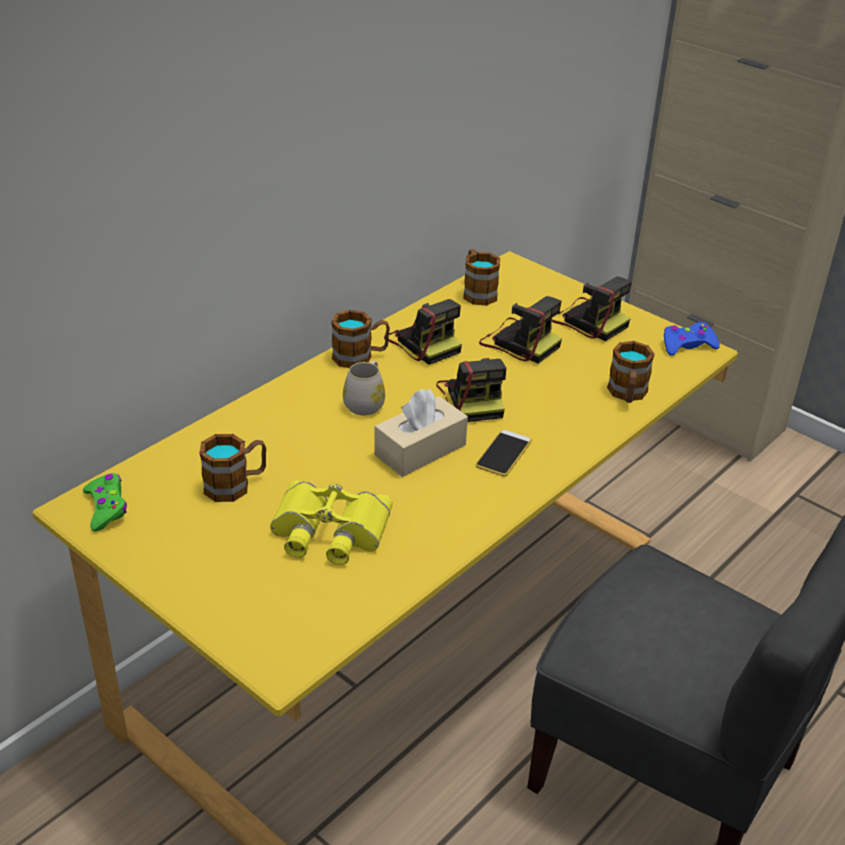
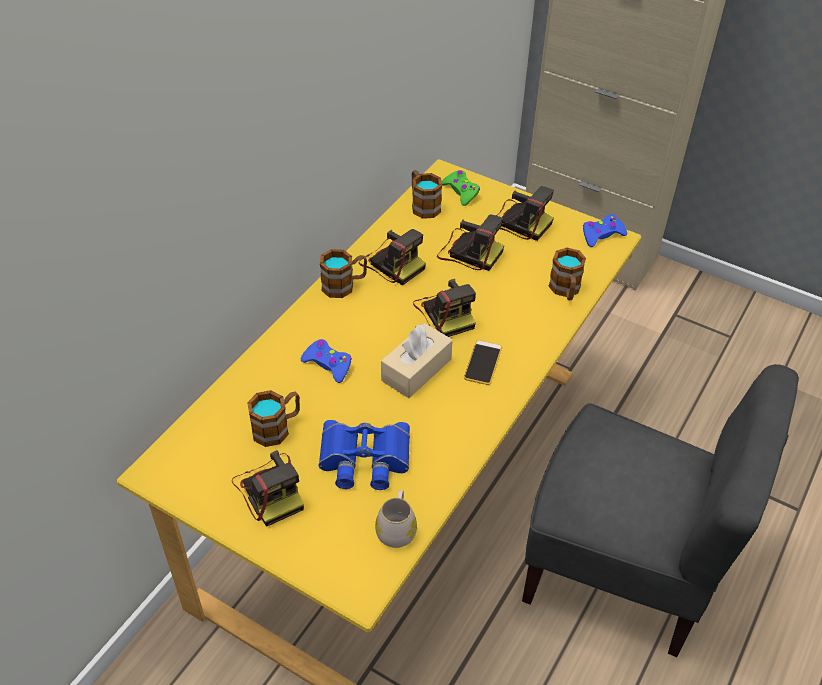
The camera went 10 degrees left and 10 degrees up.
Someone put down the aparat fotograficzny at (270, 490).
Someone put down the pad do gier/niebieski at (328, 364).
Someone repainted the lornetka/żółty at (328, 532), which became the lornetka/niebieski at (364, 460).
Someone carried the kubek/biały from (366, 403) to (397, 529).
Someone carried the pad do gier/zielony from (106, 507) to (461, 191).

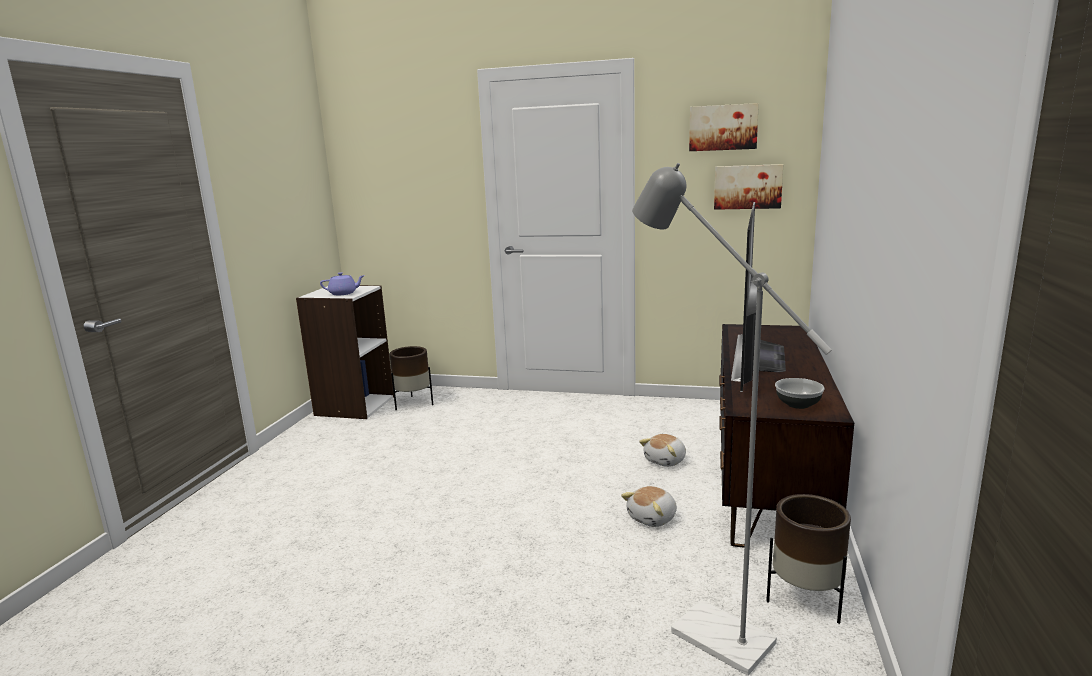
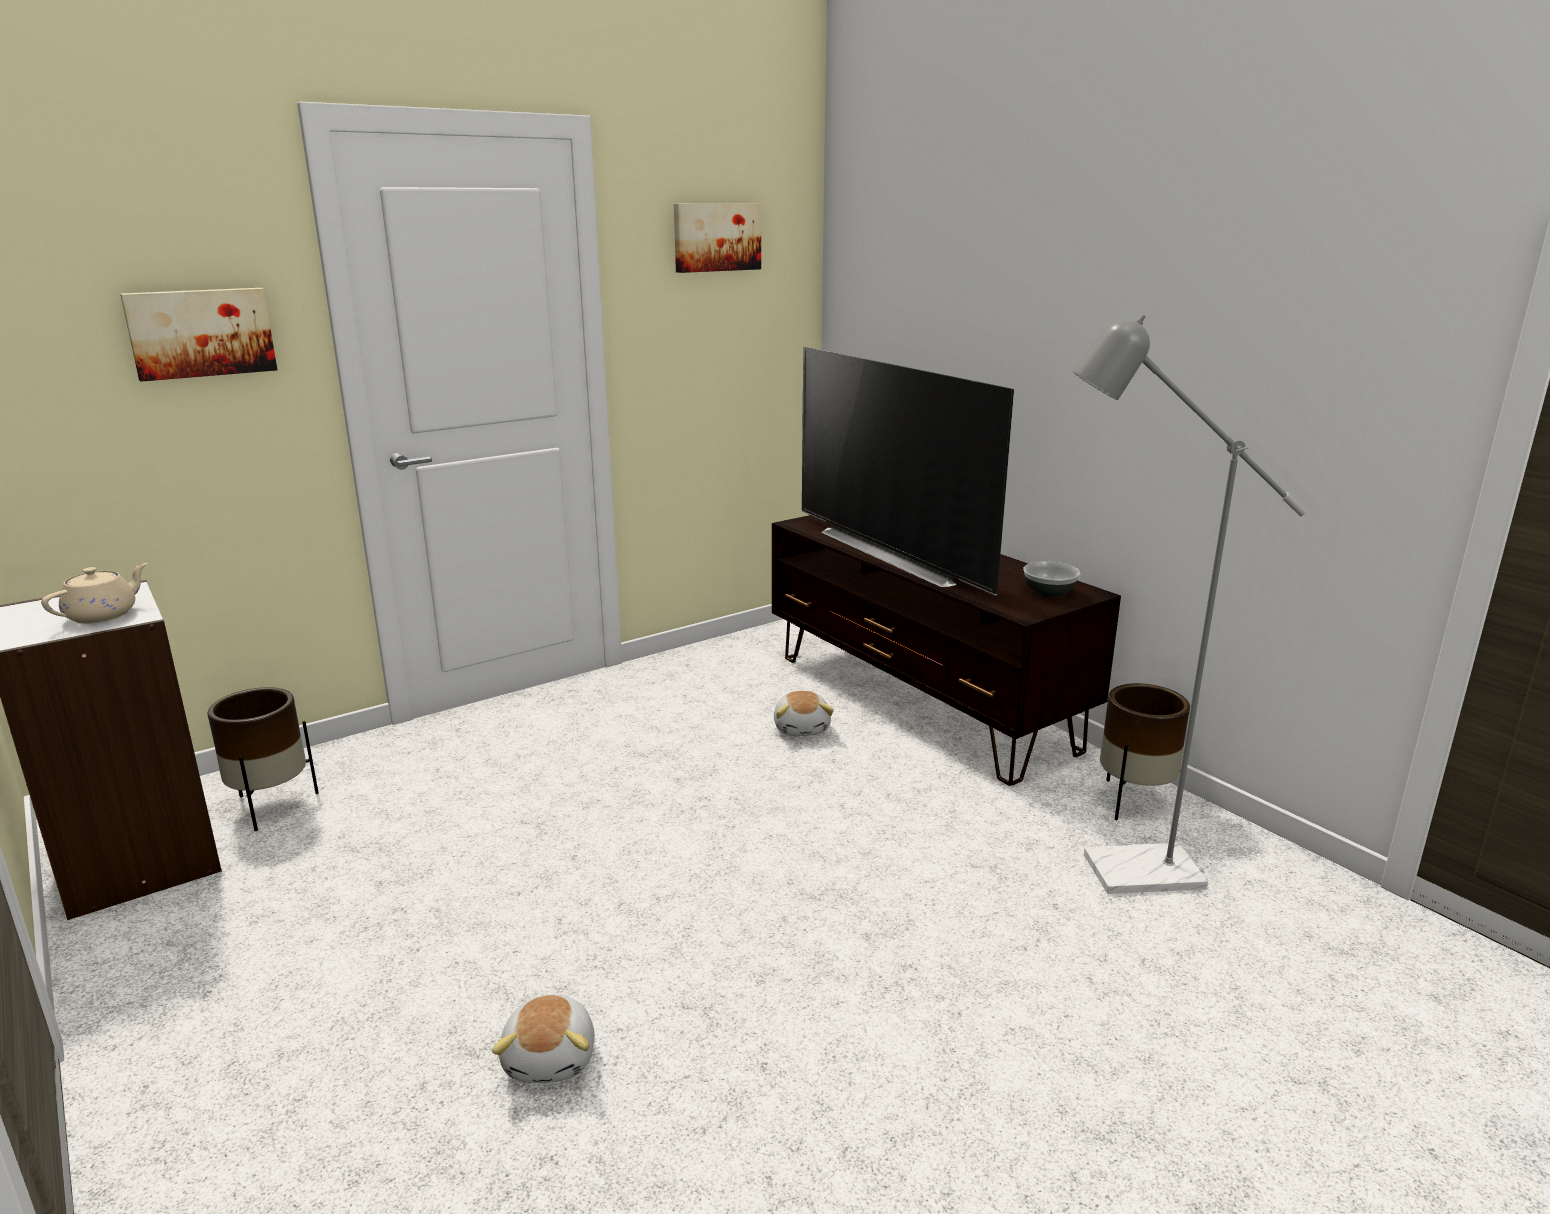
The camera went 50 degrees left and 5 degrees up.
Someone repainted the imbryk/fioletowy at (344, 293), which became the imbryk/beżowy at (103, 615).
Someone carried the obraz from (747, 187) to (201, 332).
Someone carried the pluszak from (653, 518) to (552, 1057).

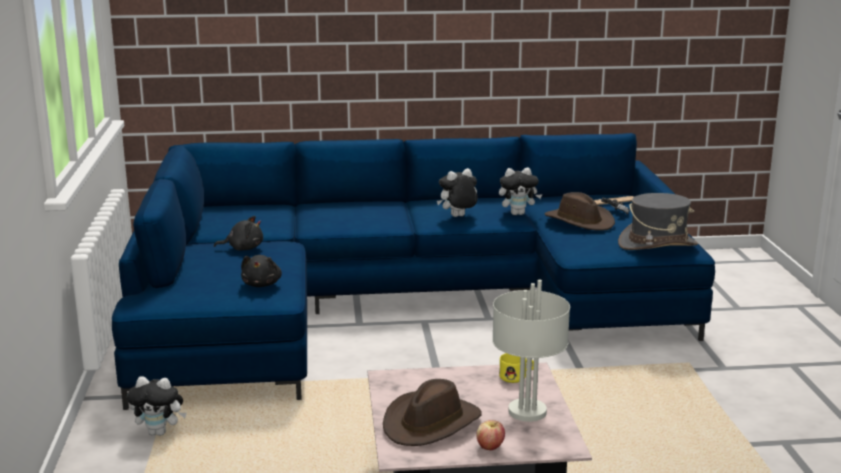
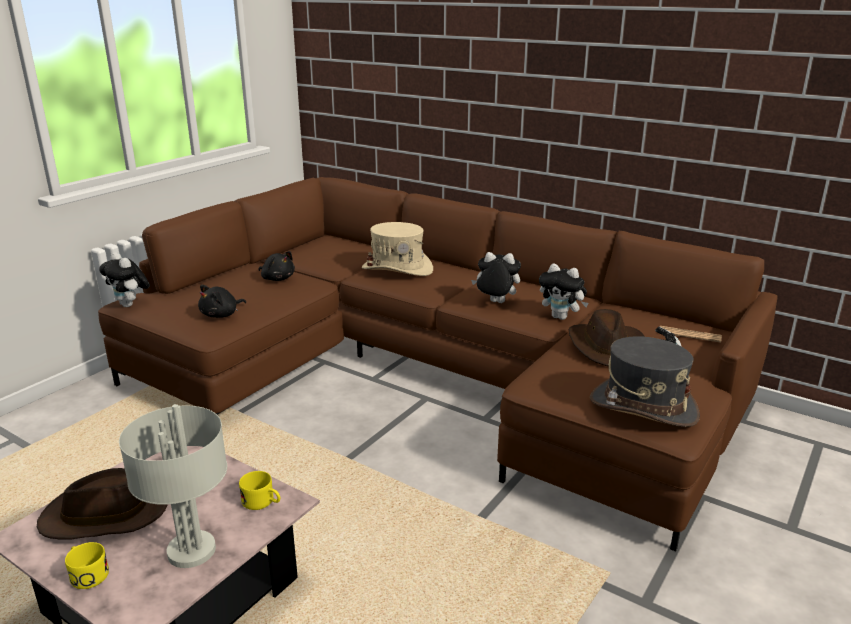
The camera went 40 degrees right and 5 degrees up.
Someone swapped the jabłko at (490, 447) for the kubek/żółty at (87, 574).
Someone repainted the kanapa/niebieski at (398, 306), which became the kanapa/brązowy at (429, 374).
Someone carried the pluszak from (160, 432) to (130, 305).
Someone put down the kapelusz/beżowy at (397, 269).

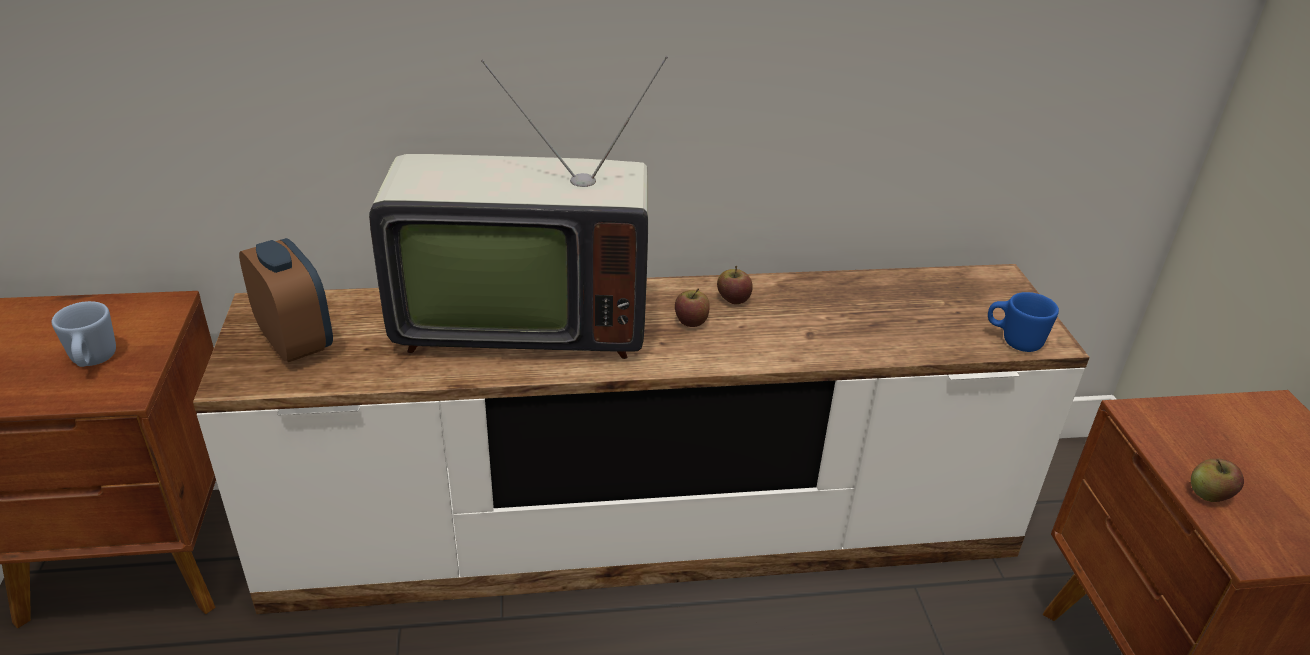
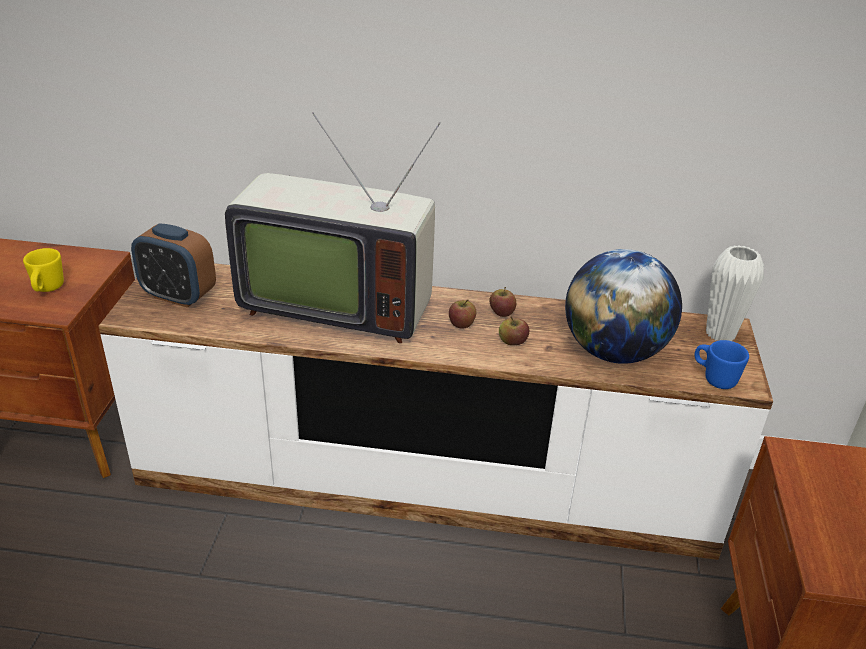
The camera went 15 degrees right and 0 degrees up.
Someone repainted the kubek/niebieski at (93, 361), which became the kubek/żółty at (47, 289).
Someone rotated the budzik at (295, 342) by 135 degrees clockwise.
Someone carried the jabłko from (1209, 494) to (512, 342).
Someone put down the globus at (613, 352).
Someone put down the wazon/biały at (720, 334).

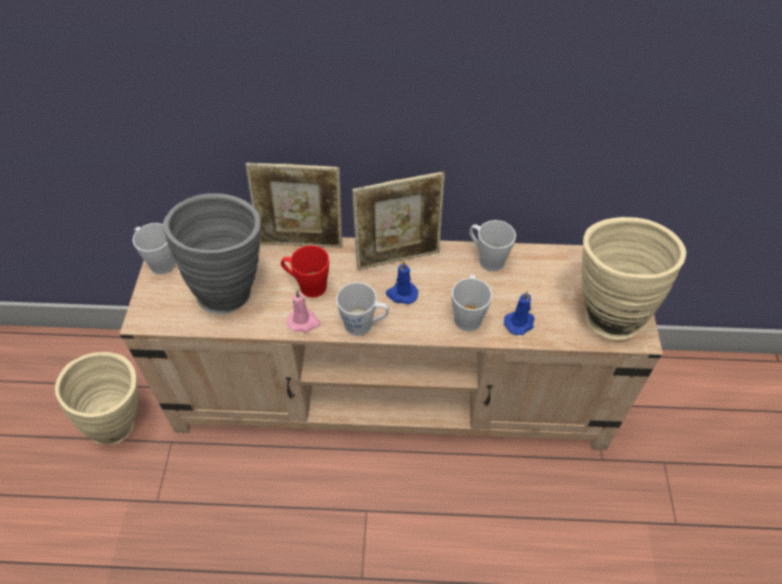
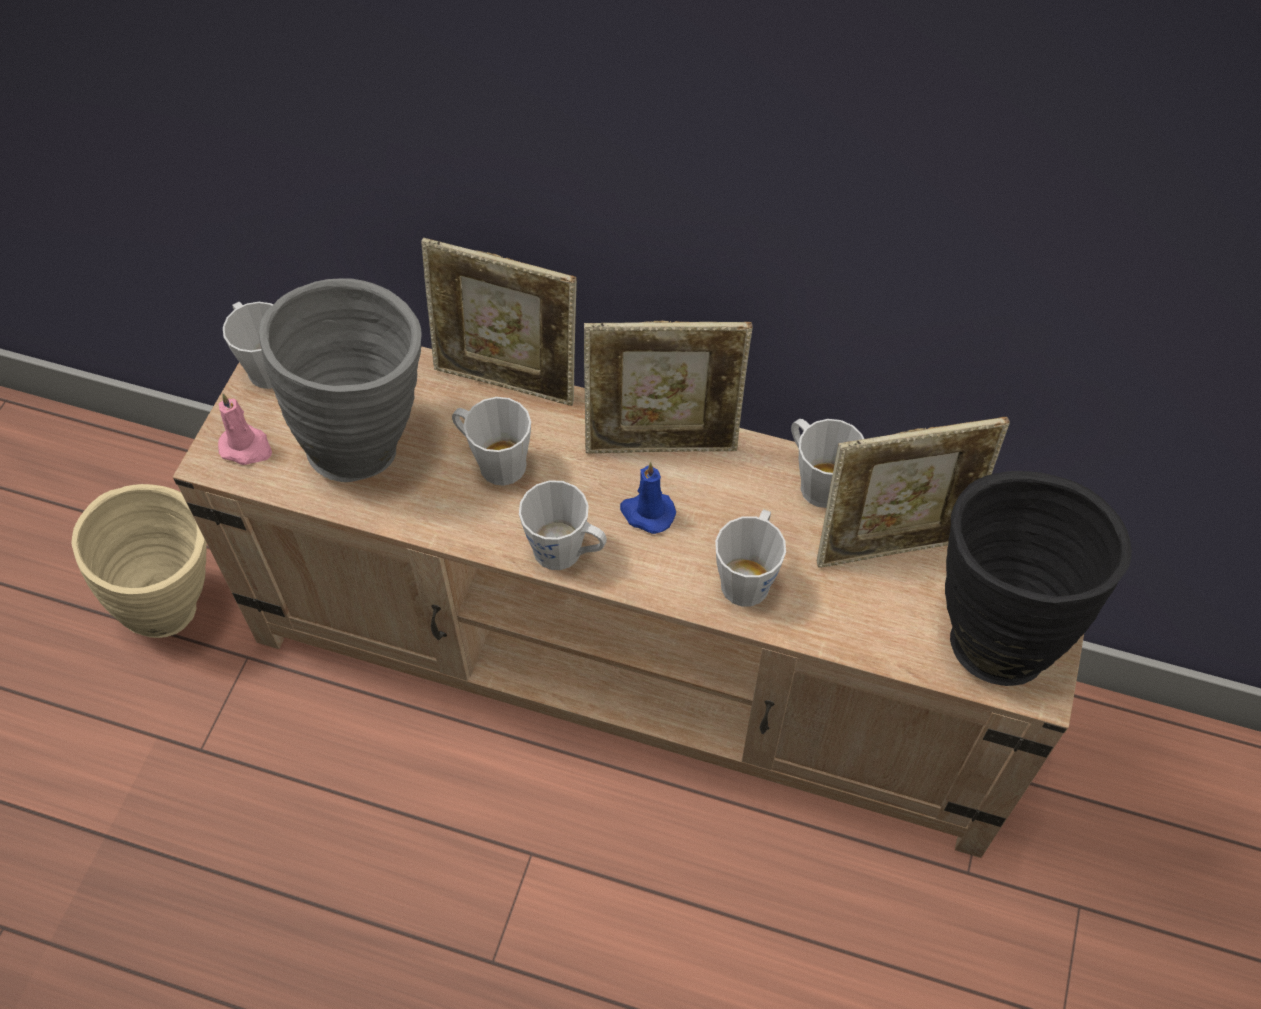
The camera went 15 degrees right and 5 degrees up.
Someone carried the świeca/różowy from (304, 322) to (247, 447).
Someone repainted the kubek/czerwony at (307, 285), which became the kubek/szary at (494, 461).
Someone put down the ramka na zdjęcie at (893, 546).
Someone repainted the wazon/beżowy at (605, 311), which became the wazon/czarny at (994, 626).
Someone took away the świeca/niebieski at (520, 323).

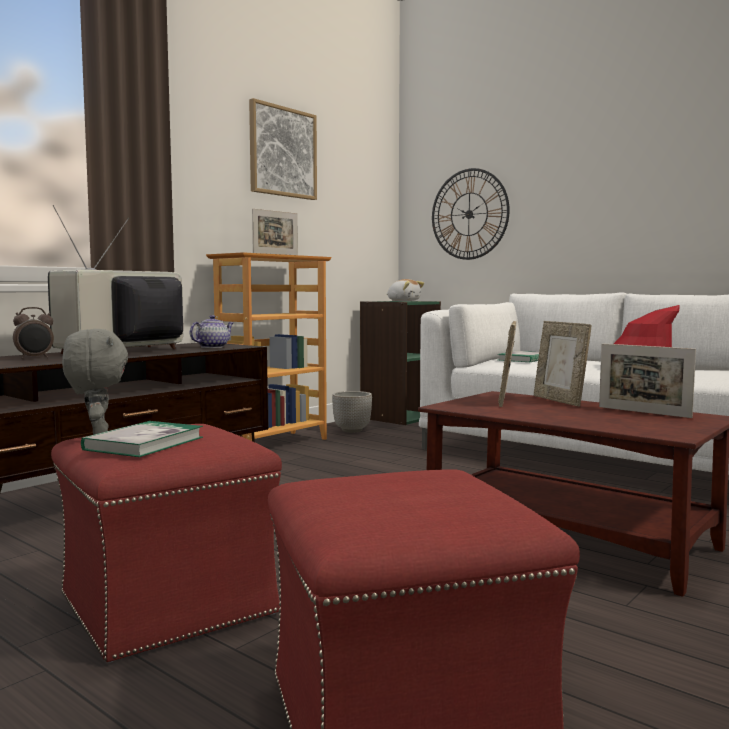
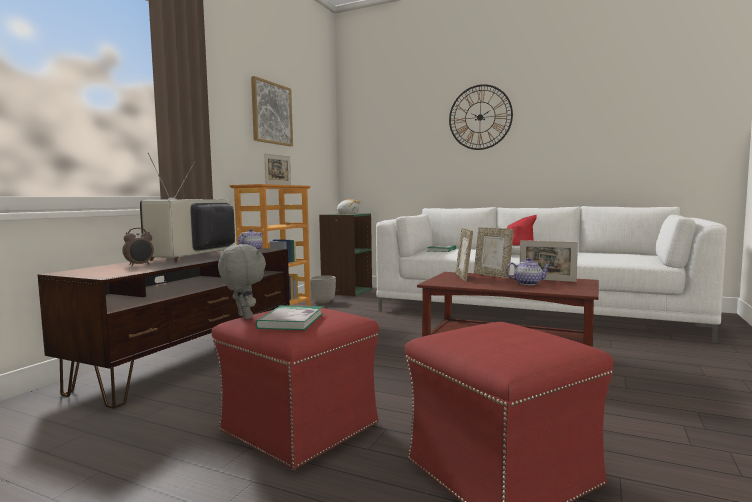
The camera went 15 degrees left and 0 degrees up.
Someone carried the zegar ścienny from (469, 214) to (480, 117).
Someone put down the imbryk at (528, 283).

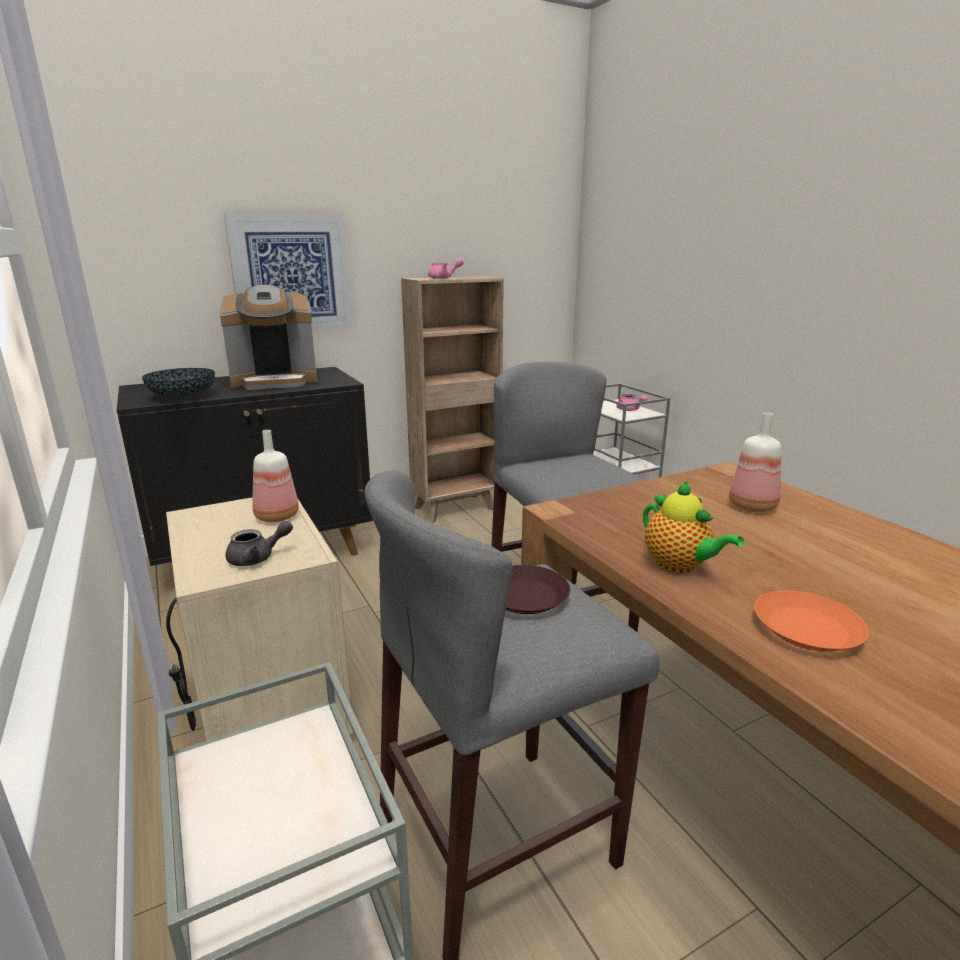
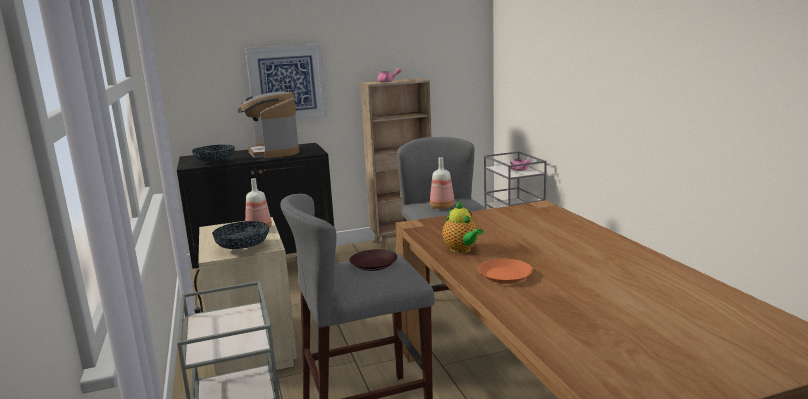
The camera went 10 degrees right and 5 degrees down.
Someone swapped the imbryk/szary at (257, 558) for the miska at (243, 248).
Someone rotated the ekspres do kawy at (275, 381) by 75 degrees clockwise.
Someone carried the butelka from (754, 506) to (443, 207).

